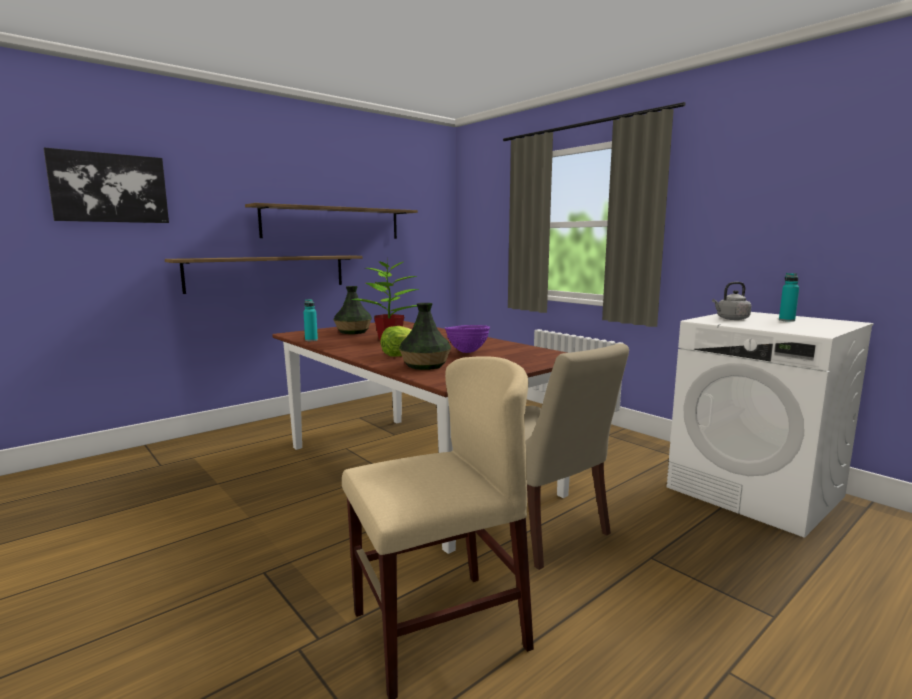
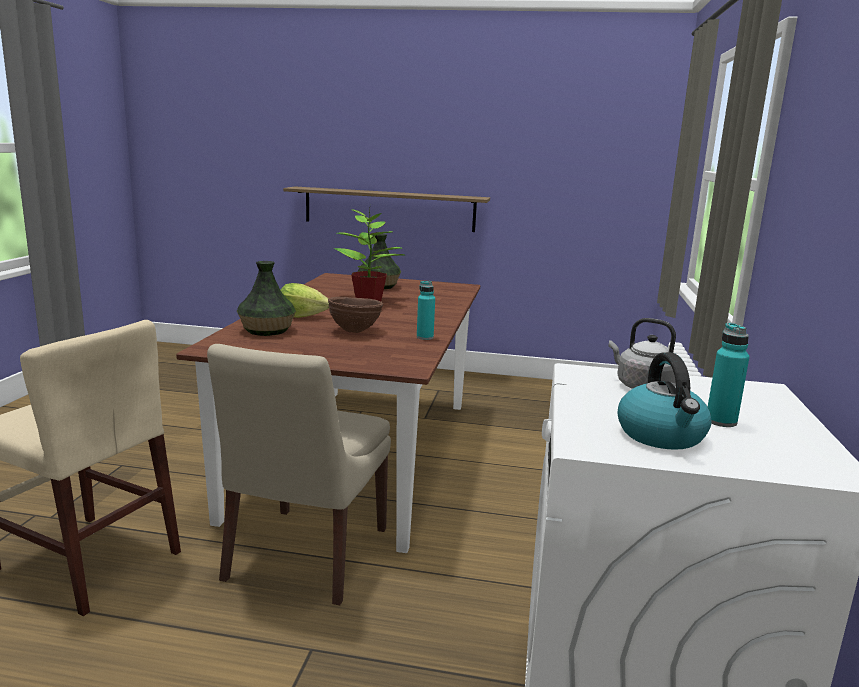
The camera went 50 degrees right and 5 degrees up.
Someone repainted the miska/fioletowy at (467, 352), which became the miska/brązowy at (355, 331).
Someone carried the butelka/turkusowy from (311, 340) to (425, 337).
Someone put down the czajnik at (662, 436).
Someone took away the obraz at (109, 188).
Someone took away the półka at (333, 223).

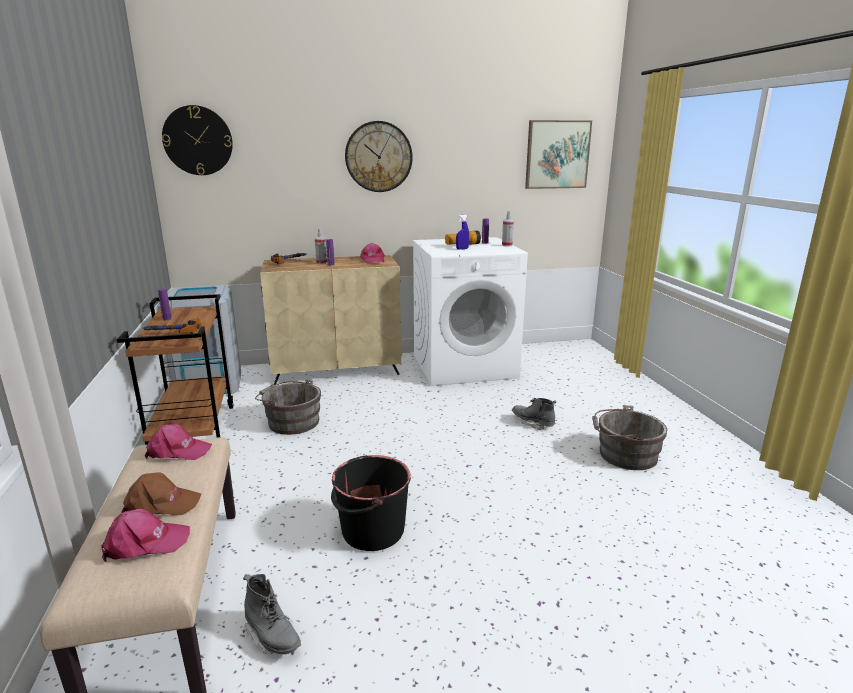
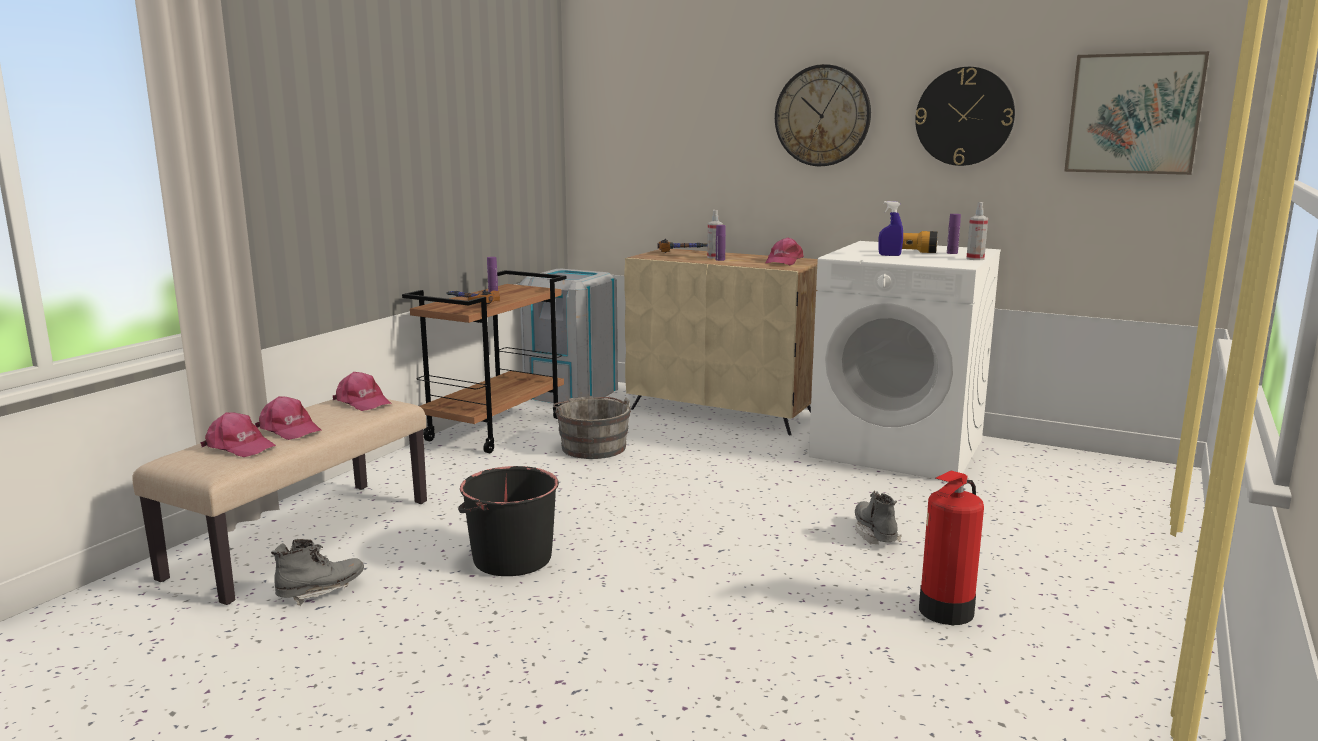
The camera went 40 degrees right and 5 degrees down.
Someone repainted the czapka z daszkiem/brązowy at (161, 504), which became the czapka z daszkiem/różowy at (289, 429).
Someone rotated the but z cholewką/szary at (272, 636) by 120 degrees counterclockwise.
Someone carried the zegar ścienny from (198, 140) to (964, 116).
Someone swapped the wiadro/szary at (624, 455) for the gaśnica at (945, 611).

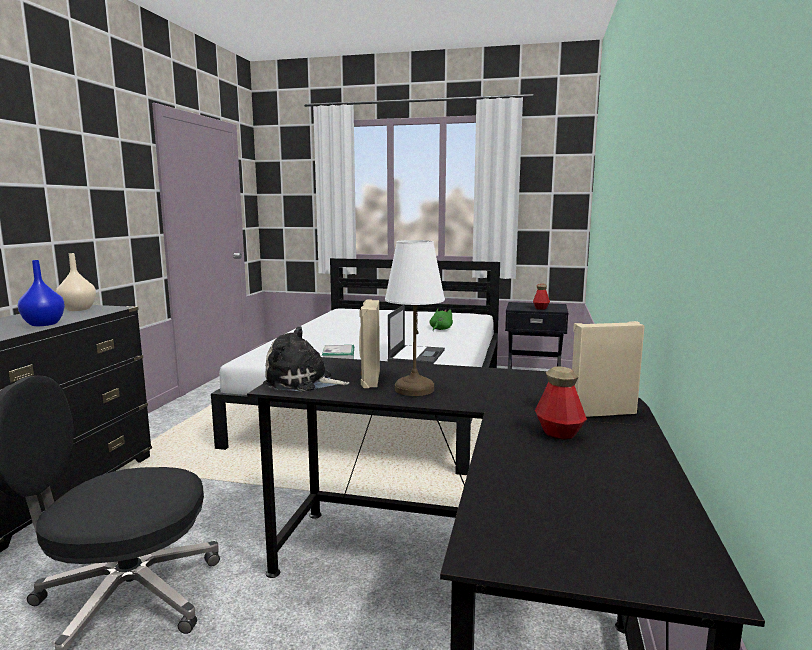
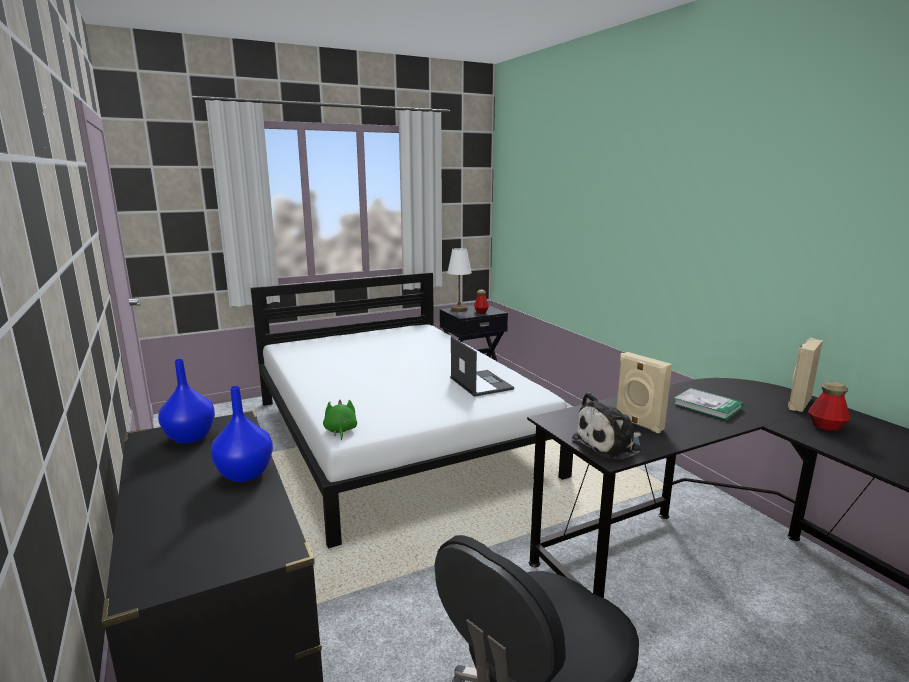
The camera went 40 degrees left and 5 degrees up.
Someone repainted the wazon/beżowy at (78, 309), which became the wazon/niebieski at (190, 437).
Someone carried the pluszak/zielony from (440, 329) to (340, 431).
Someone carried the lampa stołowa/biały from (414, 389) to (459, 310).
Someone carried the książka from (338, 354) to (707, 406).

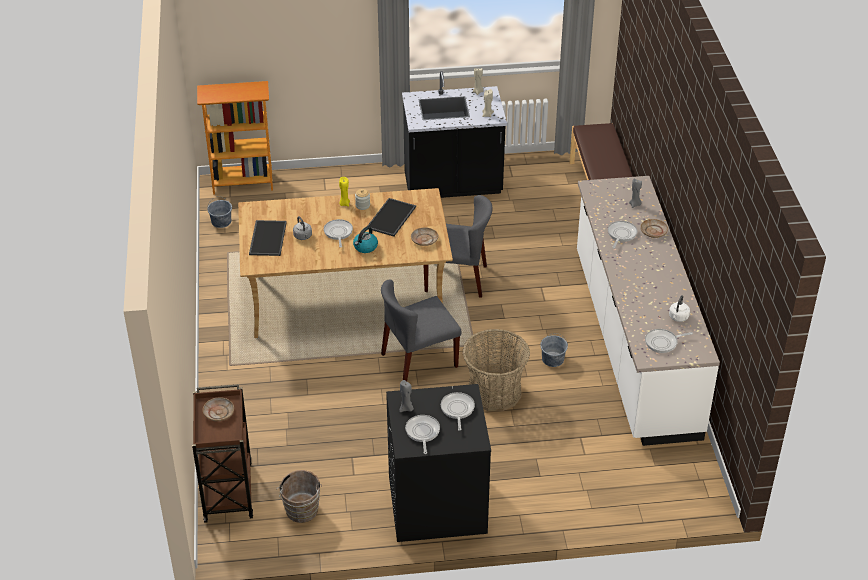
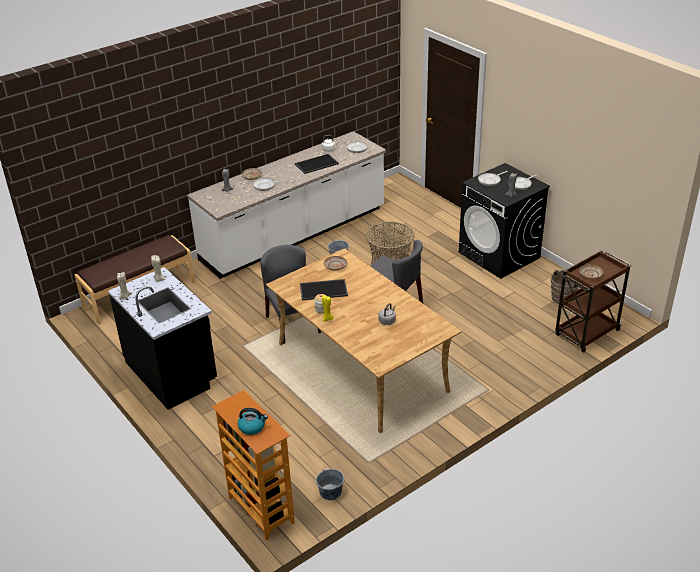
The camera went 120 degrees left and 5 degrees down.
Someone carried the czajnik from (365, 247) to (252, 427).
Someone carried the taca from (267, 238) to (316, 164).
Someone took away the patelnia at (338, 233).

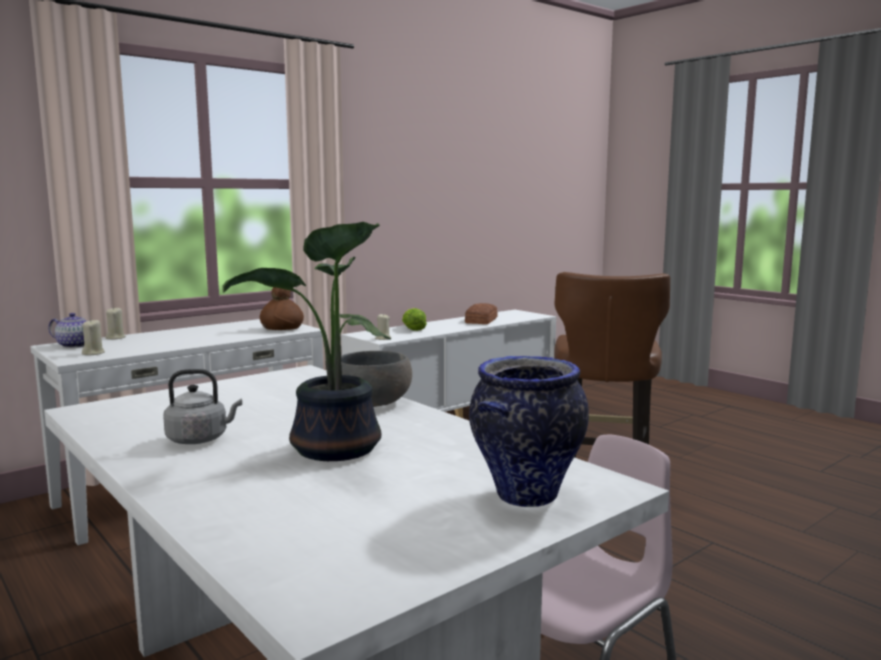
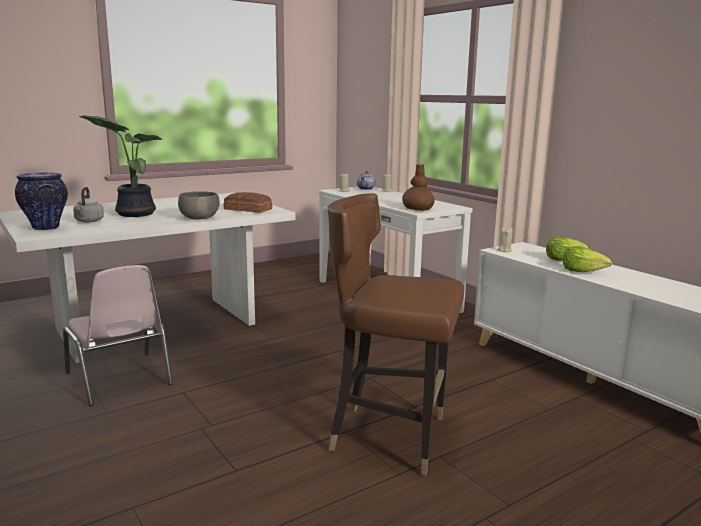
The camera went 95 degrees right and 5 degrees up.
Someone carried the czajnik/szary from (200, 439) to (89, 221).
Someone carried the chleb from (482, 320) to (248, 209).
Someone put down the sałata at (582, 271).

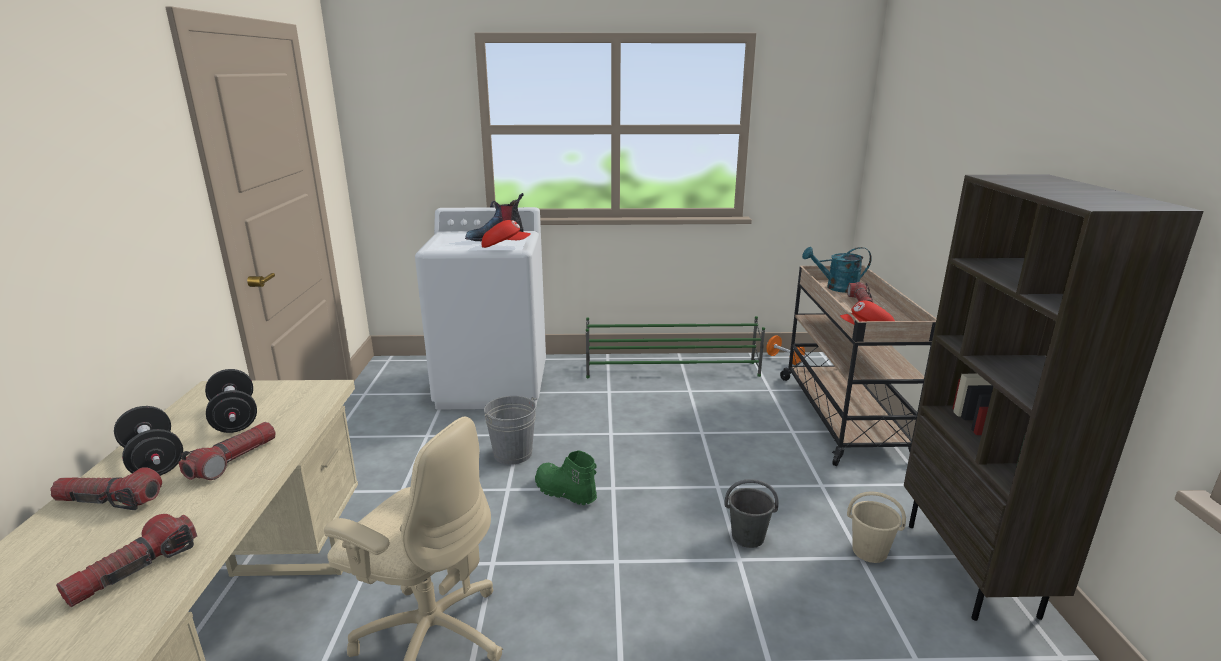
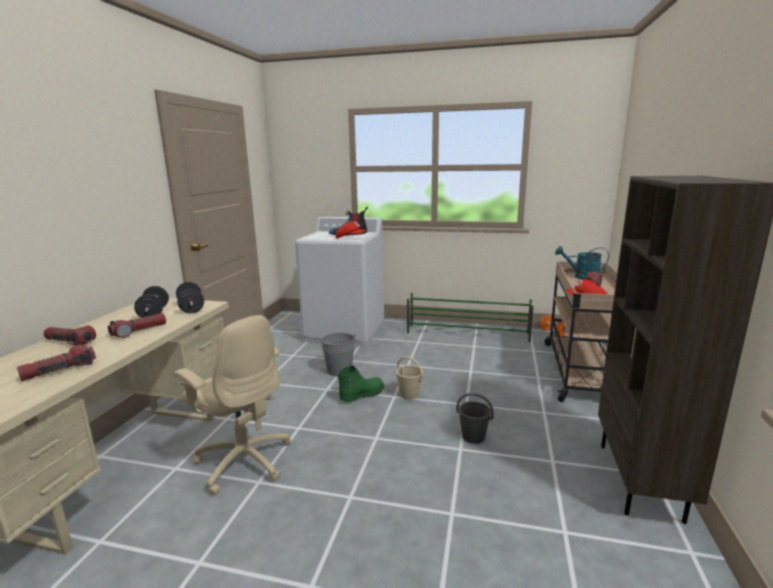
The camera went 15 degrees right and 5 degrees down.
Someone carried the hantel/czarny from (154, 461) to (191, 308).
Someone rotated the but z cholewką/zielony at (564, 492) by 90 degrees clockwise.
Someone carried the wiadro/beżowy from (870, 551) to (409, 395).

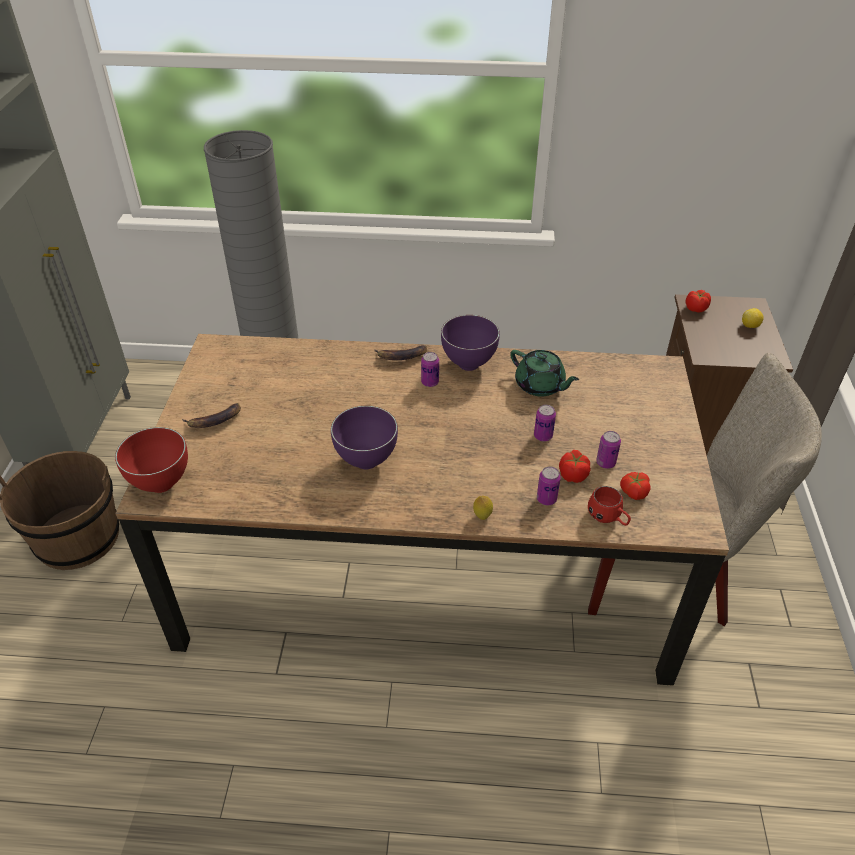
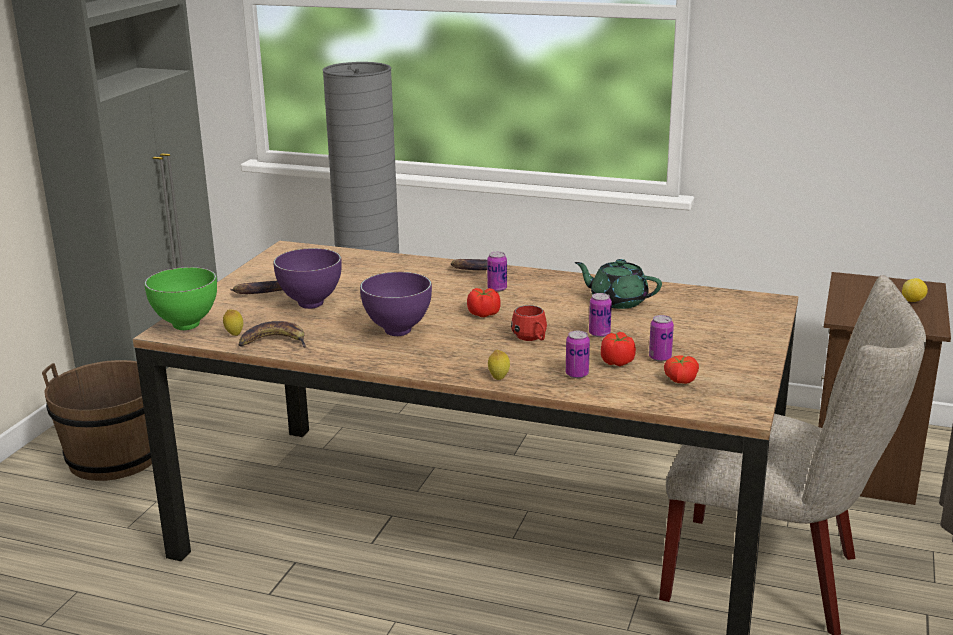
The camera went 15 degrees right and 20 degrees down.
Someone repainted the miska/czerwony at (163, 483), which became the miska/zielony at (188, 325).
Someone put down the cytryna at (234, 334).
Someone put down the banan at (274, 342).
Someone carried the miska/fioletowy from (467, 365) to (309, 305).
Someone carried the pomidor from (696, 308) to (484, 314).
Someone carried the kubek/czerwony from (608, 519) to (532, 340).
Someone rotated the imbryk/zielony at (540, 386) by 150 degrees clockwise.

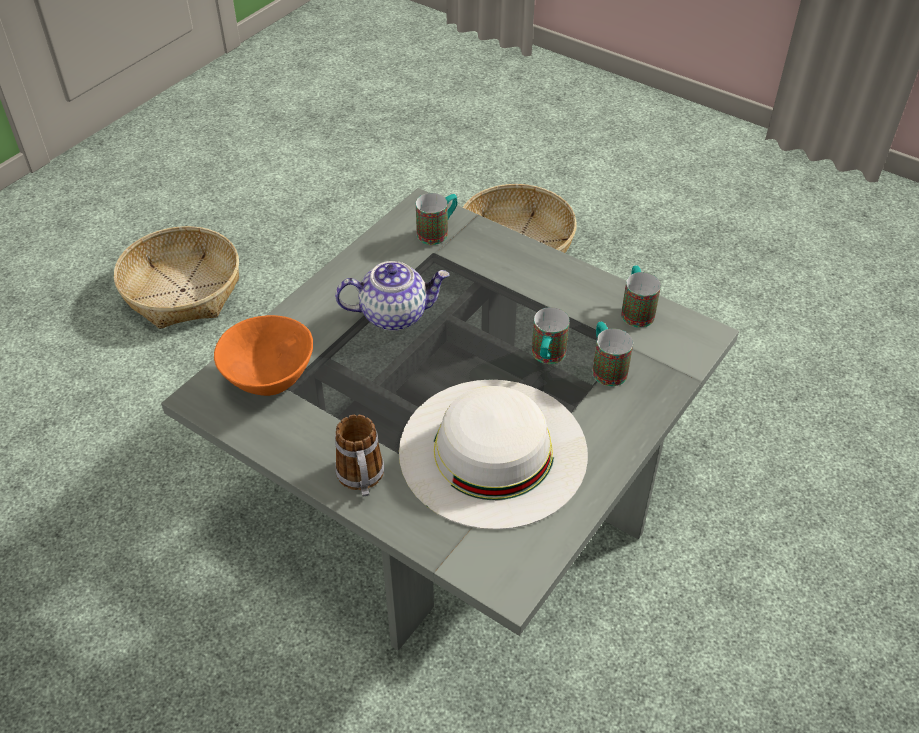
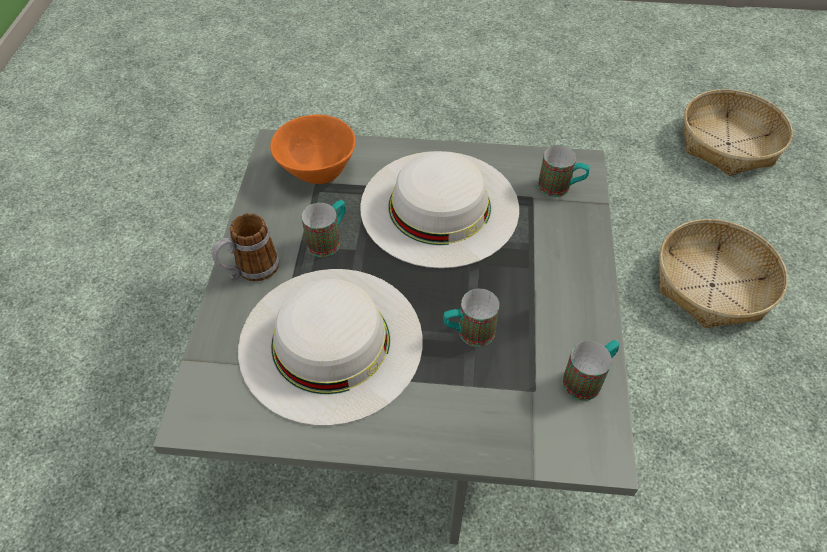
The camera went 60 degrees right and 5 degrees up.
Someone carried the kubek from (606, 367) to (329, 240).
Someone swapped the imbryk at (394, 314) for the kapelusz/biały at (439, 207).
Someone carried the koszyk from (183, 290) to (728, 144).

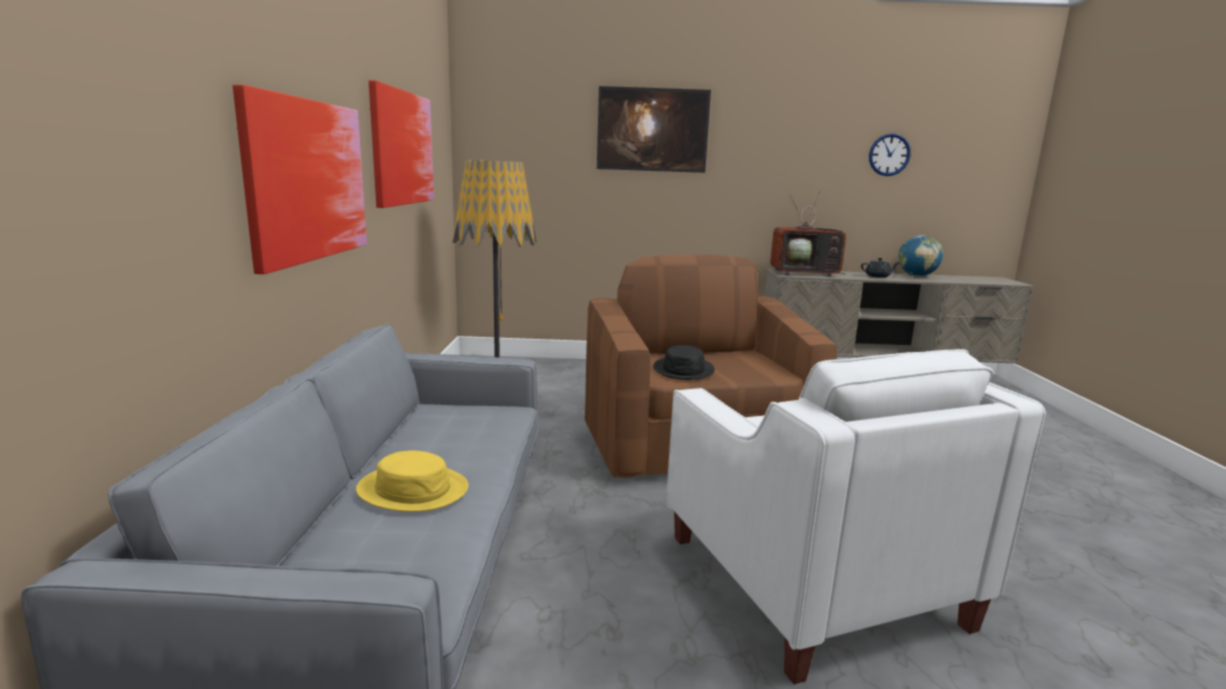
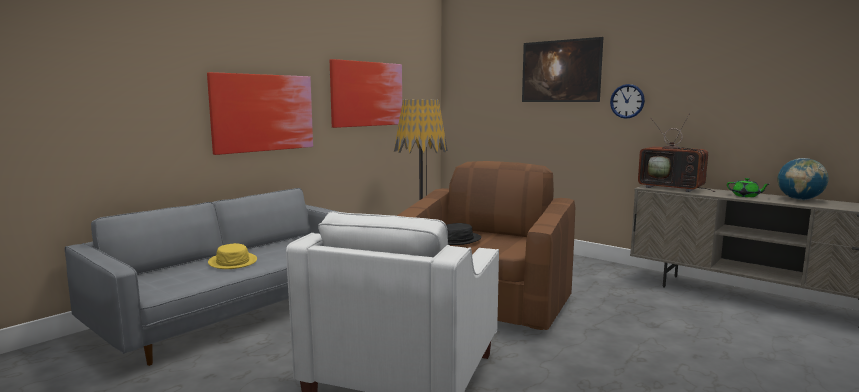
The camera went 40 degrees right and 5 degrees down.
Someone carried the zegar ścienny from (889, 155) to (627, 101).
Someone repainted the imbryk/czarny at (878, 276), which became the imbryk/zielony at (746, 196).

